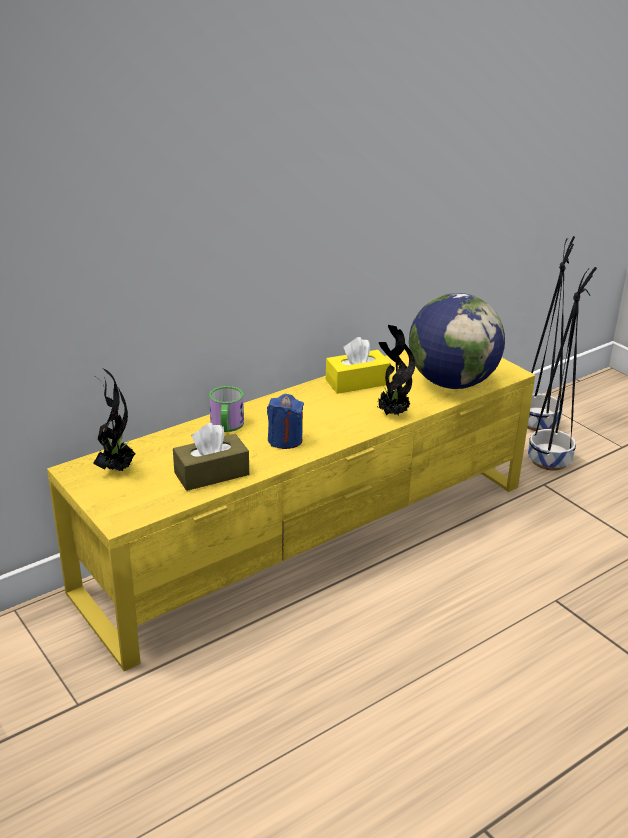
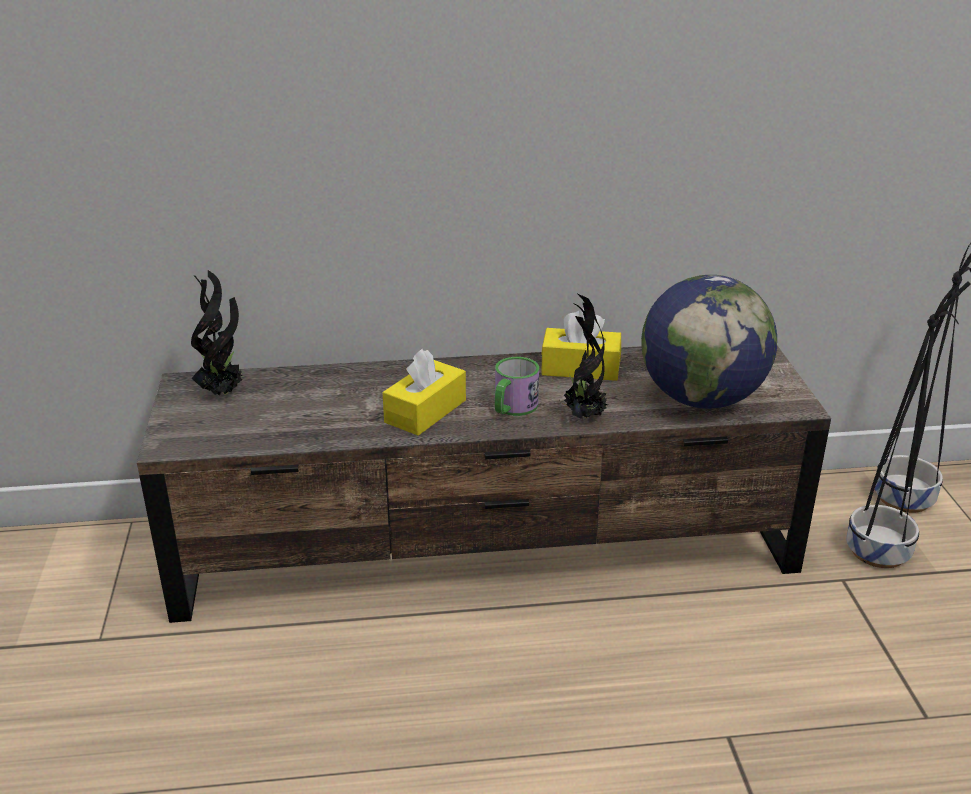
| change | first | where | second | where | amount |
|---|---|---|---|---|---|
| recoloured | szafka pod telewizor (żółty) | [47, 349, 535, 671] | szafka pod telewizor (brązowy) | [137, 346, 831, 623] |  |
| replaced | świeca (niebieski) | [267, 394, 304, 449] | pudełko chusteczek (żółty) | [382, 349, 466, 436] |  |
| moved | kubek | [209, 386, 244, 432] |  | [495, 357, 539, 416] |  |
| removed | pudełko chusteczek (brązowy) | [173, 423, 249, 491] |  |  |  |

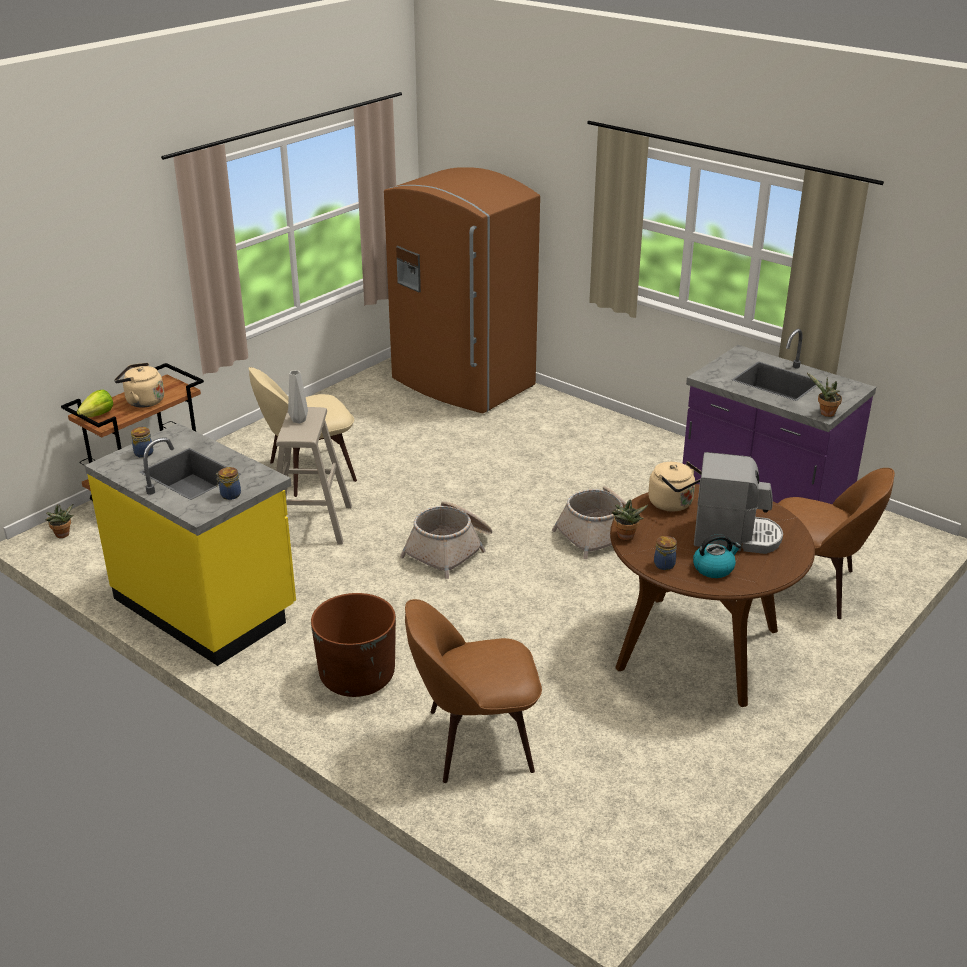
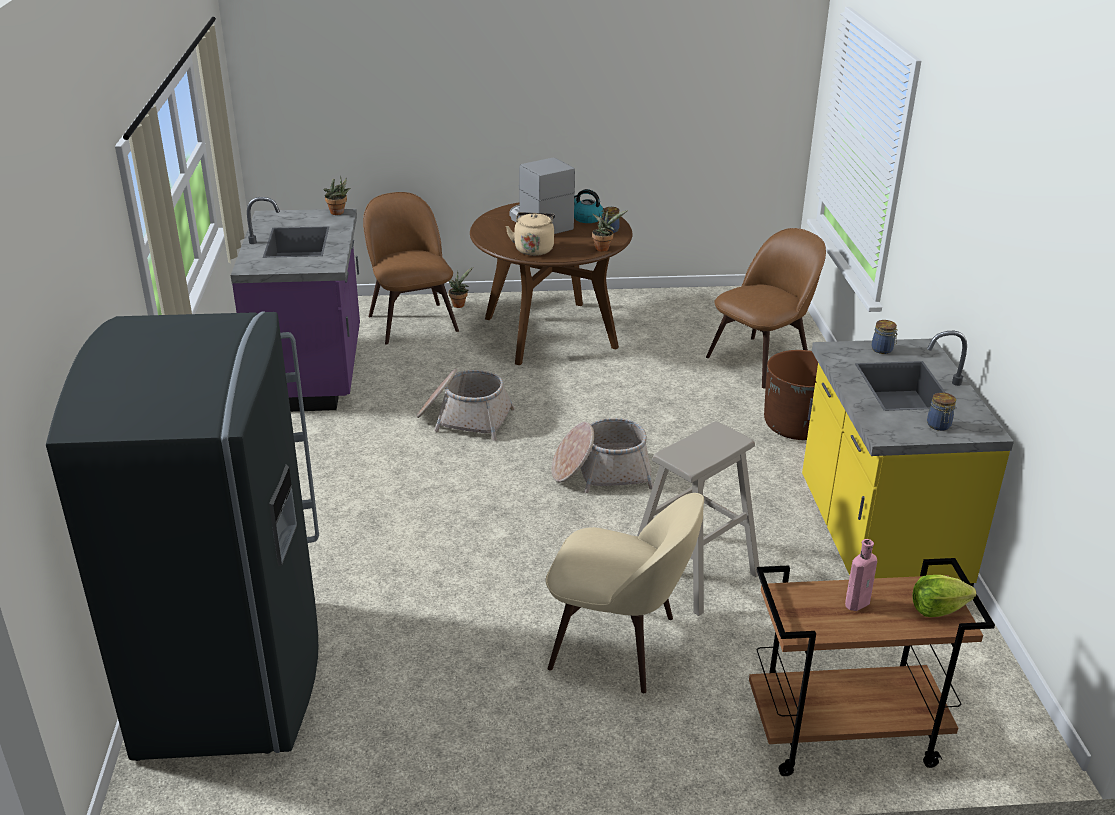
| change | first | where | second | where | amount |
|---|---|---|---|---|---|
| recoloured | lodówka (brązowy) | [384, 167, 540, 413] | lodówka (szary) | [46, 311, 319, 761] |  |
| moved | roślina doniczkowa | [45, 504, 74, 538] |  | [448, 267, 473, 308] |  |
| turned | krzesło (brązowy) | [405, 599, 542, 783] |  | [706, 228, 826, 388] | 75 degrees counterclockwise |
| replaced | czajnik (beżowy) | [114, 363, 164, 408] | butelka (różowy) | [845, 539, 877, 611] |  |
| removed | wazon (szary) | [288, 370, 308, 424] |  |  |  |

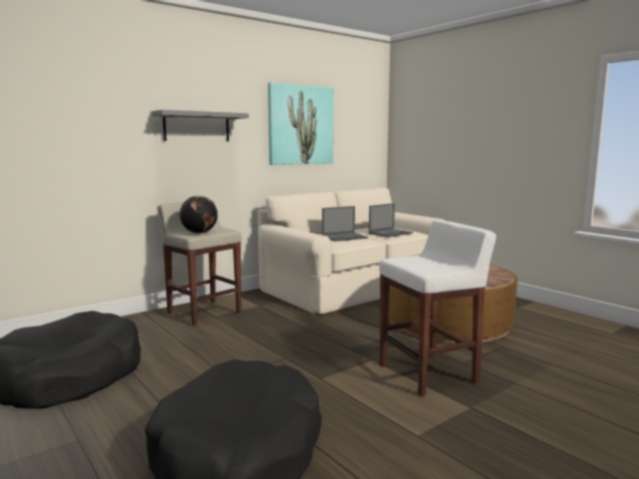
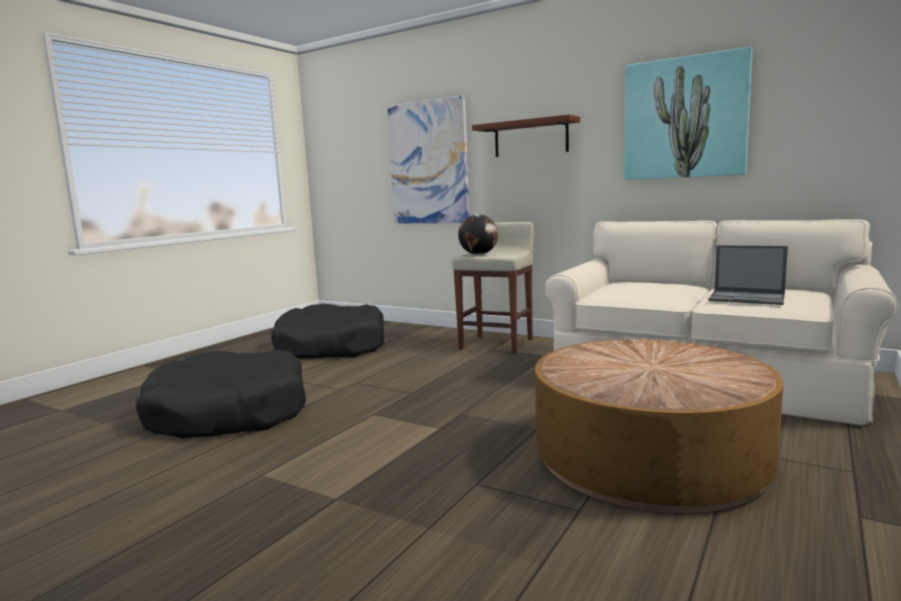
| change | first | where | second | where | amount |
|---|---|---|---|---|---|
| added |  |  | obraz | [388, 95, 469, 223] |  |
| recoloured | półka (szary) | [152, 110, 249, 141] | półka (brązowy) | [472, 114, 580, 157] |  |
| removed | laptop | [322, 206, 368, 241] |  |  |  |
| removed | stołek (biały) | [379, 220, 496, 396] |  |  |  |

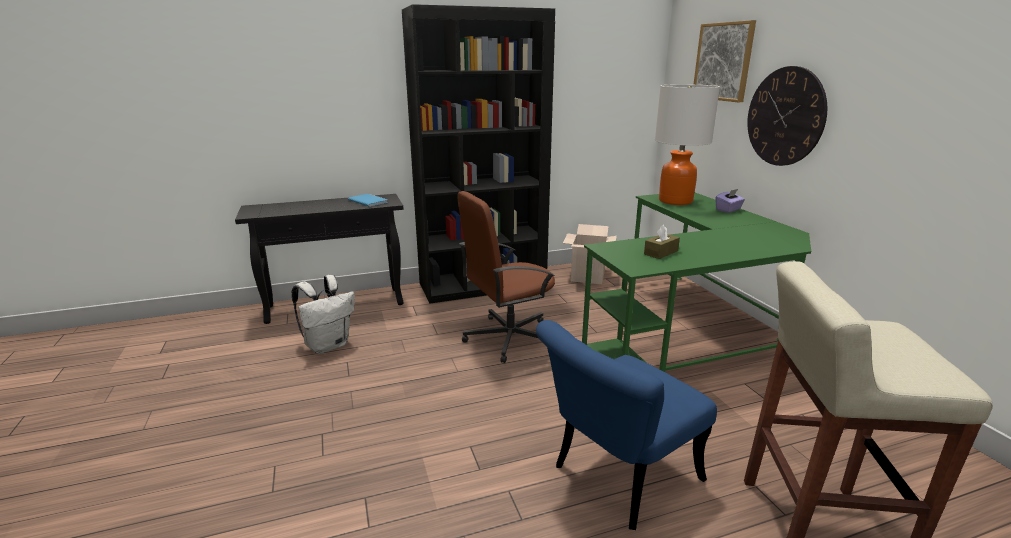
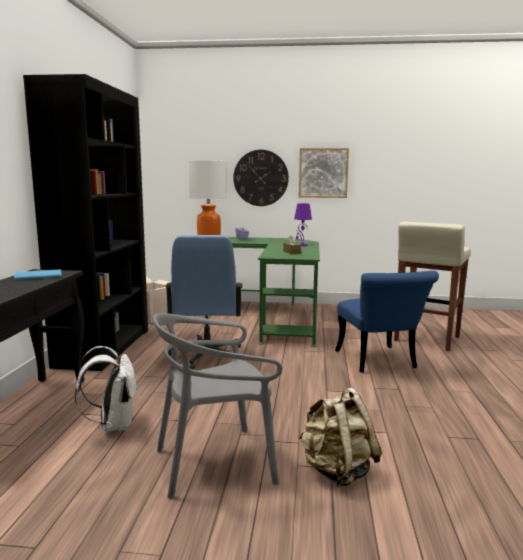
| change | first | where | second | where | amount |
|---|---|---|---|---|---|
| added |  |  | krzesło (szary) | [153, 313, 283, 499] |  |
| recoloured | krzesło biurowe (brązowy) | [457, 191, 555, 363] | krzesło biurowe (niebieski) | [165, 235, 242, 370] |  |
| added |  |  | lampa stołowa (fioletowy) | [294, 204, 312, 246] |  |
| moved | obraz | [693, 20, 756, 103] |  | [299, 148, 349, 198] |  |
| added |  |  | plecak (beżowy) | [299, 388, 382, 487] |  |

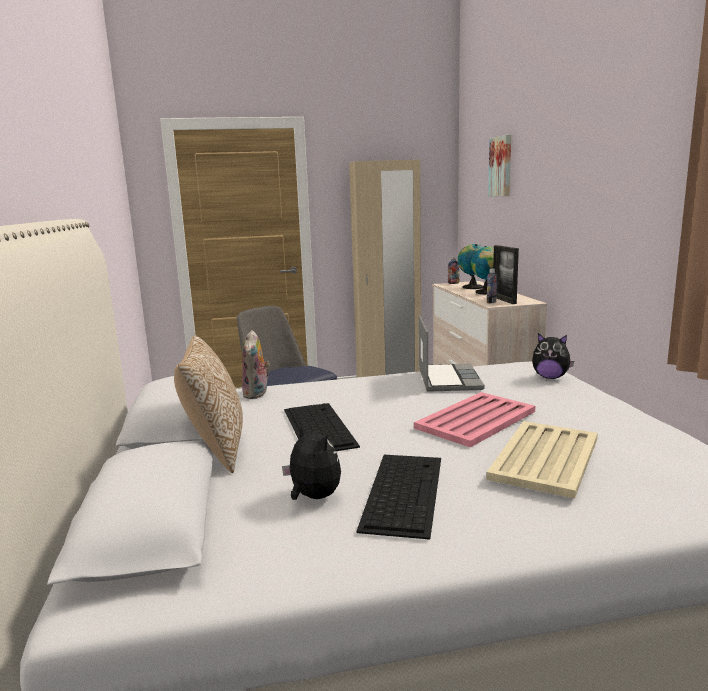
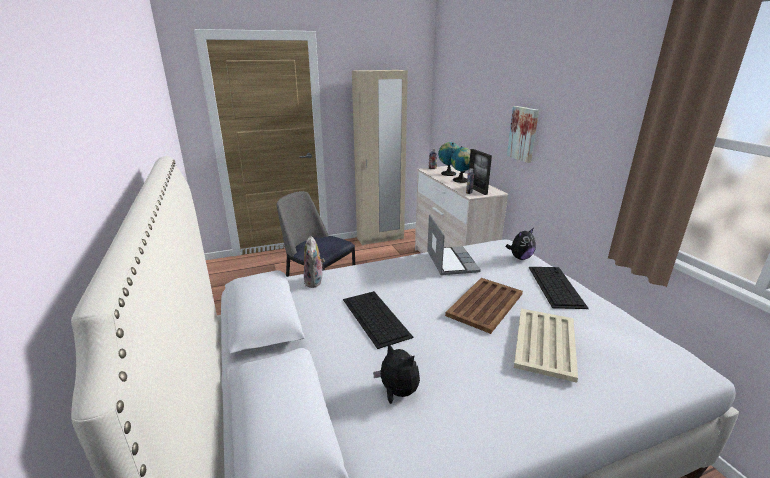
| change | first | where | second | where | amount |
|---|---|---|---|---|---|
| recoloured | taca (różowy) | [414, 392, 535, 447] | taca (brązowy) | [445, 278, 523, 334] |  |
| turned | pluszak | [532, 333, 574, 379] |  | [506, 229, 536, 260] | 45 degrees counterclockwise |
| moved | obraz | [488, 134, 511, 197] |  | [507, 106, 539, 163] |  |
| moved | klawiatura | [356, 455, 441, 540] |  | [529, 267, 589, 309] |  |
| removed | poduszka | [174, 336, 243, 473] |  |  |  |

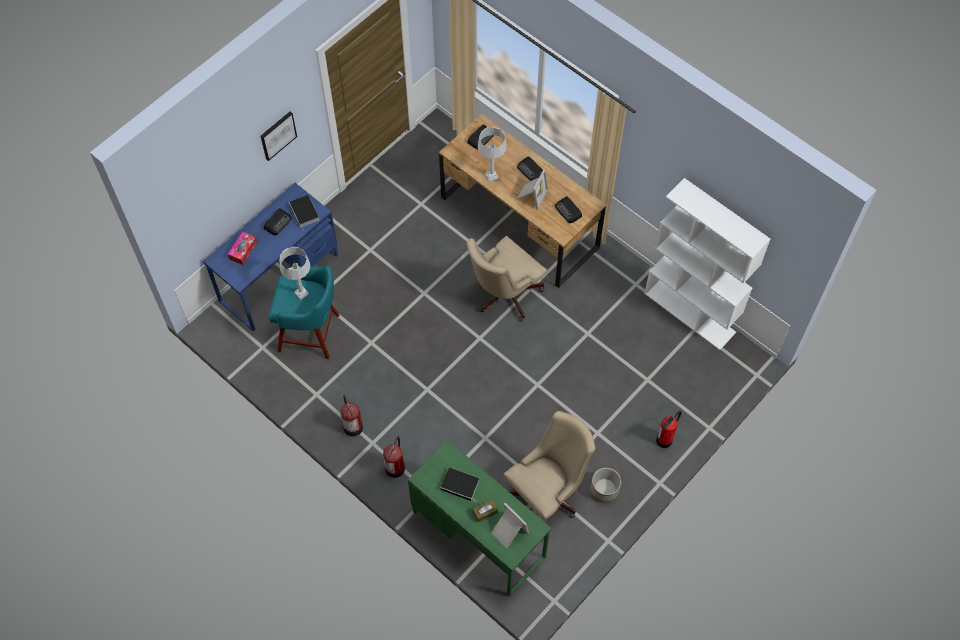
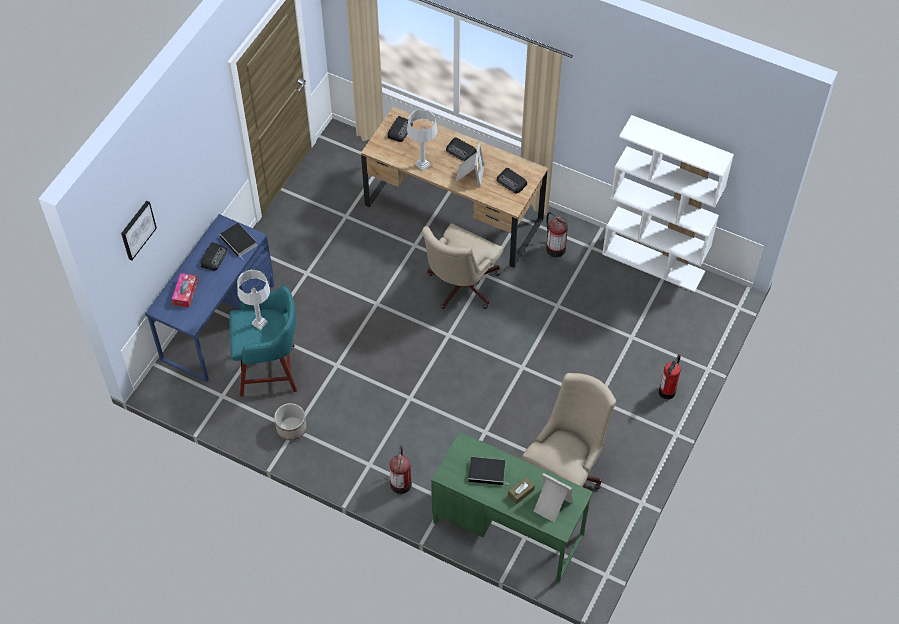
| change | first | where | second | where | amount |
|---|---|---|---|---|---|
| moved | obraz | [260, 112, 297, 161] |  | [121, 201, 157, 260] |  |
| moved | donica | [591, 468, 621, 502] |  | [274, 403, 307, 440] |  |
| moved | gaśnica | [340, 395, 363, 436] |  | [546, 212, 568, 257] |  |

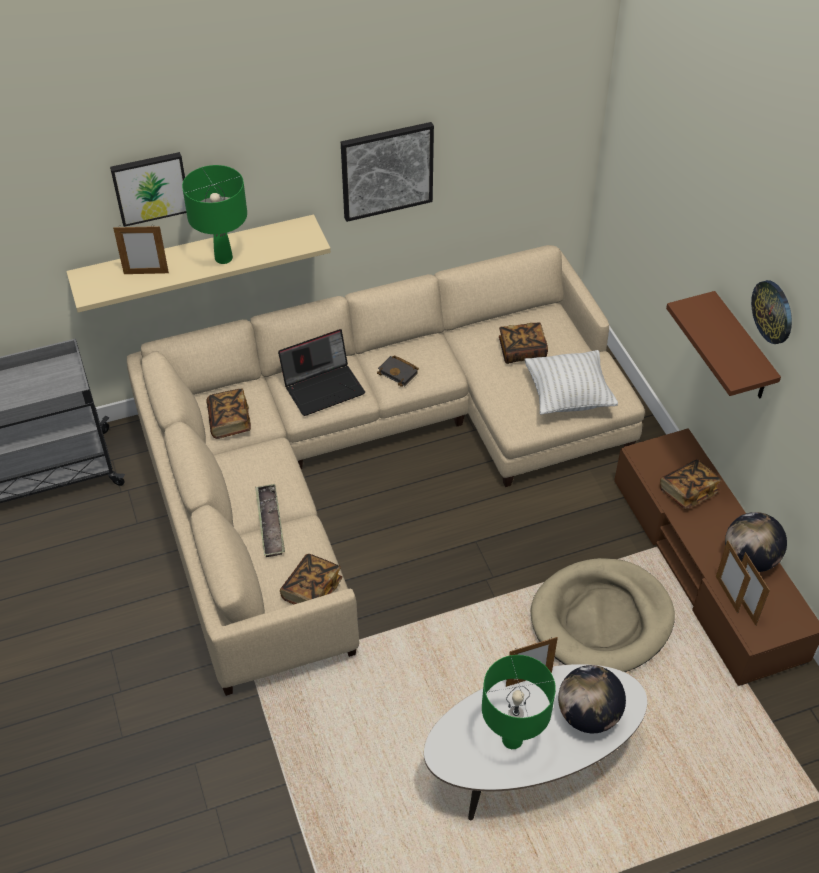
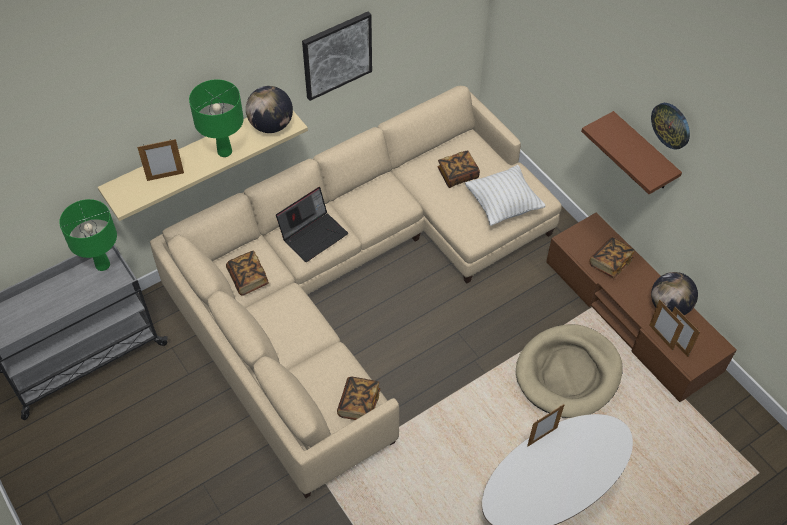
| change | first | where | second | where | amount |
|---|---|---|---|---|---|
| moved | lampa stołowa (zielony) | [482, 655, 556, 749] |  | [59, 199, 117, 271] |  |
| moved | globus | [558, 665, 626, 733] |  | [246, 86, 293, 133] |  |
| removed | obraz | [110, 152, 187, 227] |  |  |  |
| removed | taca | [255, 484, 285, 557] |  |  |  |
| removed | książka (czarny) | [377, 355, 419, 387] |  |  |  |

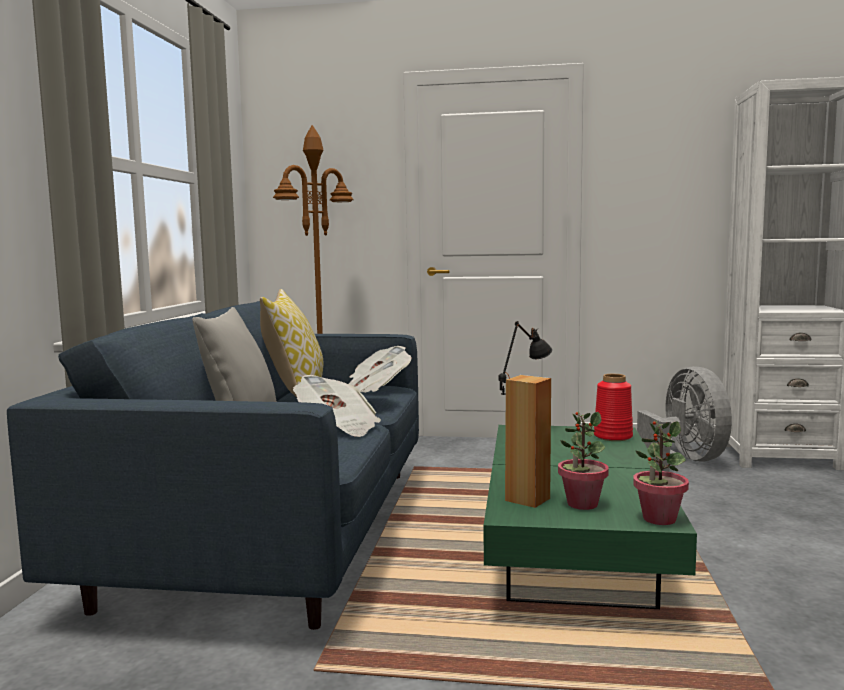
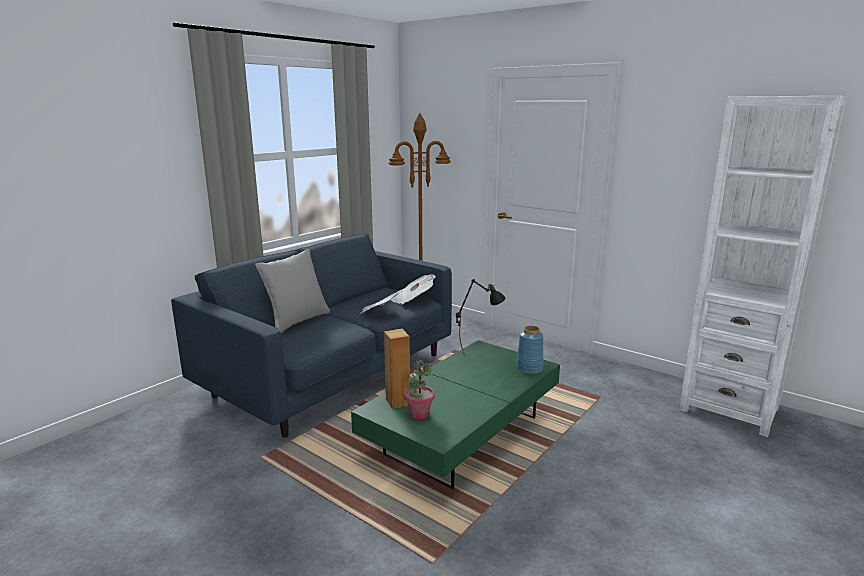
| change | first | where | second | where | amount |
|---|---|---|---|---|---|
| recoloured | wazon (czerwony) | [594, 374, 633, 441] | wazon (niebieski) | [516, 325, 543, 374] |  |
| removed | poduszka | [260, 289, 323, 397] |  |  |  |
| removed | gazeta | [293, 375, 381, 437] |  |  |  |
| removed | roślina doniczkowa | [633, 421, 689, 525] |  |  |  |
| removed | wentylator (szary) | [637, 366, 732, 472] |  |  |  |

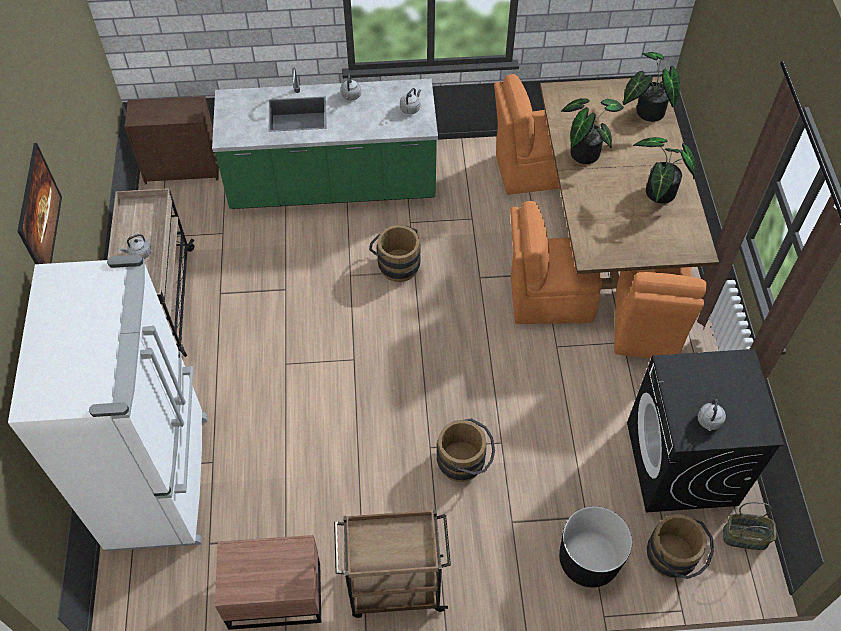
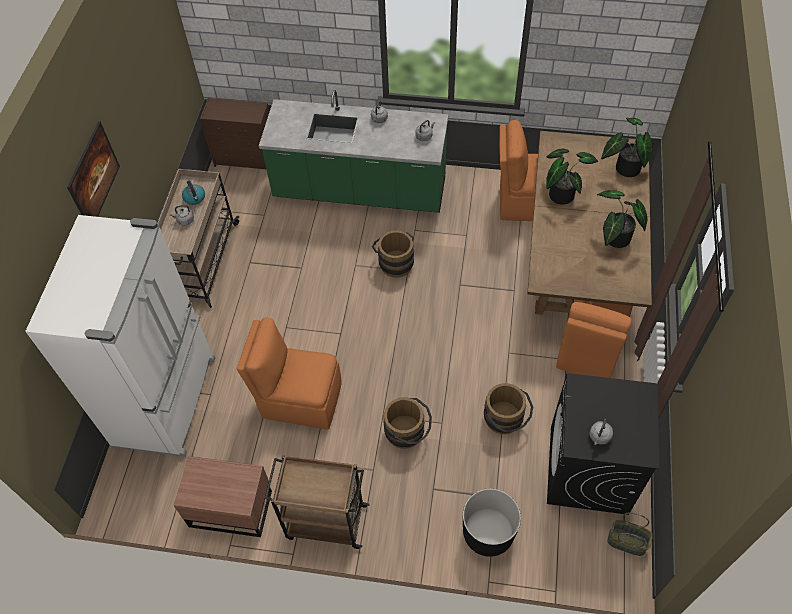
| change | first | where | second | where | amount |
|---|---|---|---|---|---|
| added |  |  | czajnik | [182, 180, 205, 205] |  |
| moved | krzesło (pomarańczowy) | [510, 201, 602, 324] |  | [237, 317, 341, 430] |  |
| moved | wiadro (brązowy) | [647, 514, 714, 579] |  | [484, 383, 533, 434] |  |

